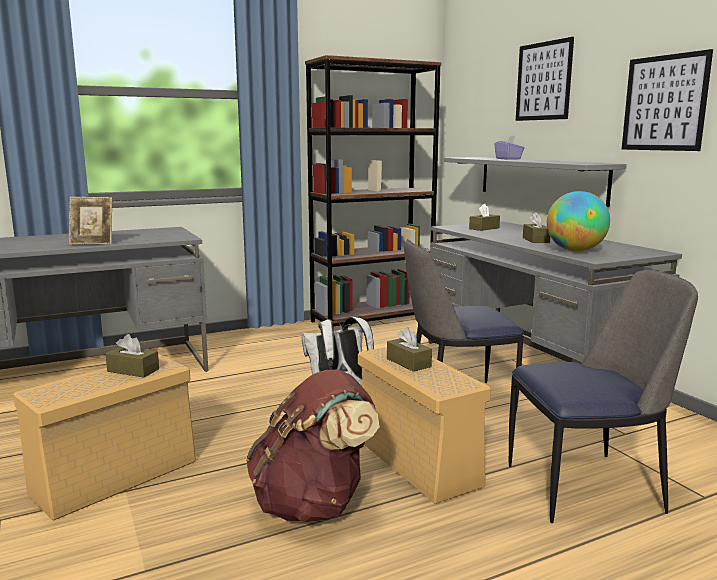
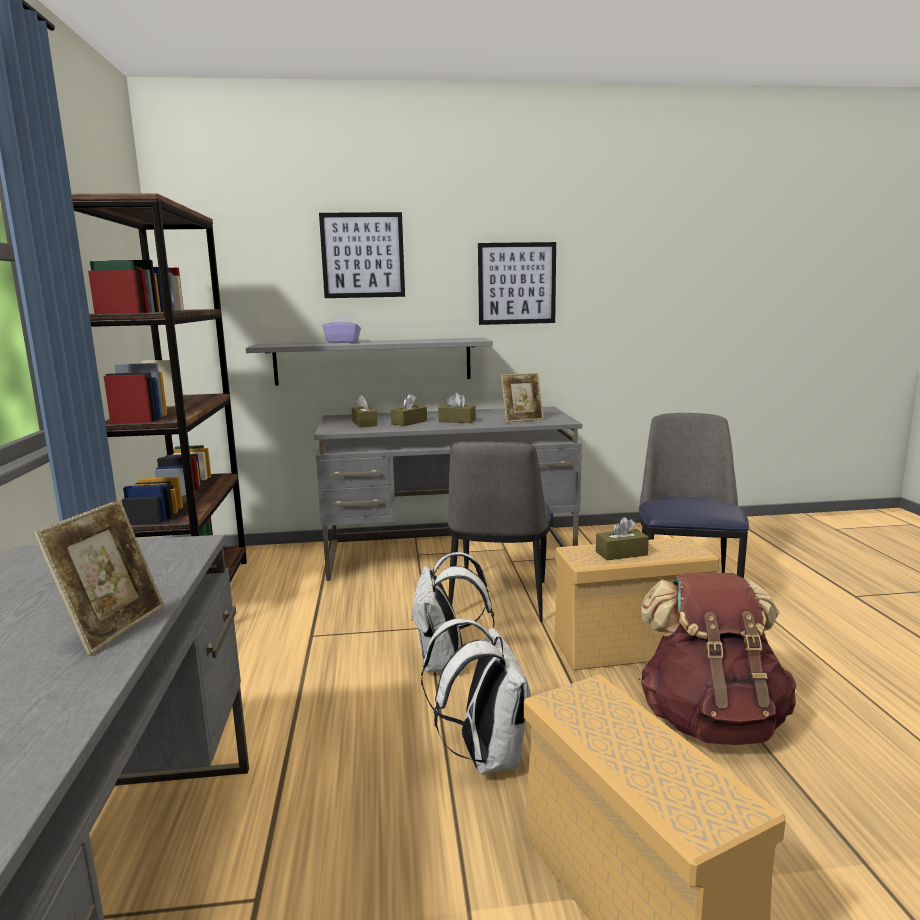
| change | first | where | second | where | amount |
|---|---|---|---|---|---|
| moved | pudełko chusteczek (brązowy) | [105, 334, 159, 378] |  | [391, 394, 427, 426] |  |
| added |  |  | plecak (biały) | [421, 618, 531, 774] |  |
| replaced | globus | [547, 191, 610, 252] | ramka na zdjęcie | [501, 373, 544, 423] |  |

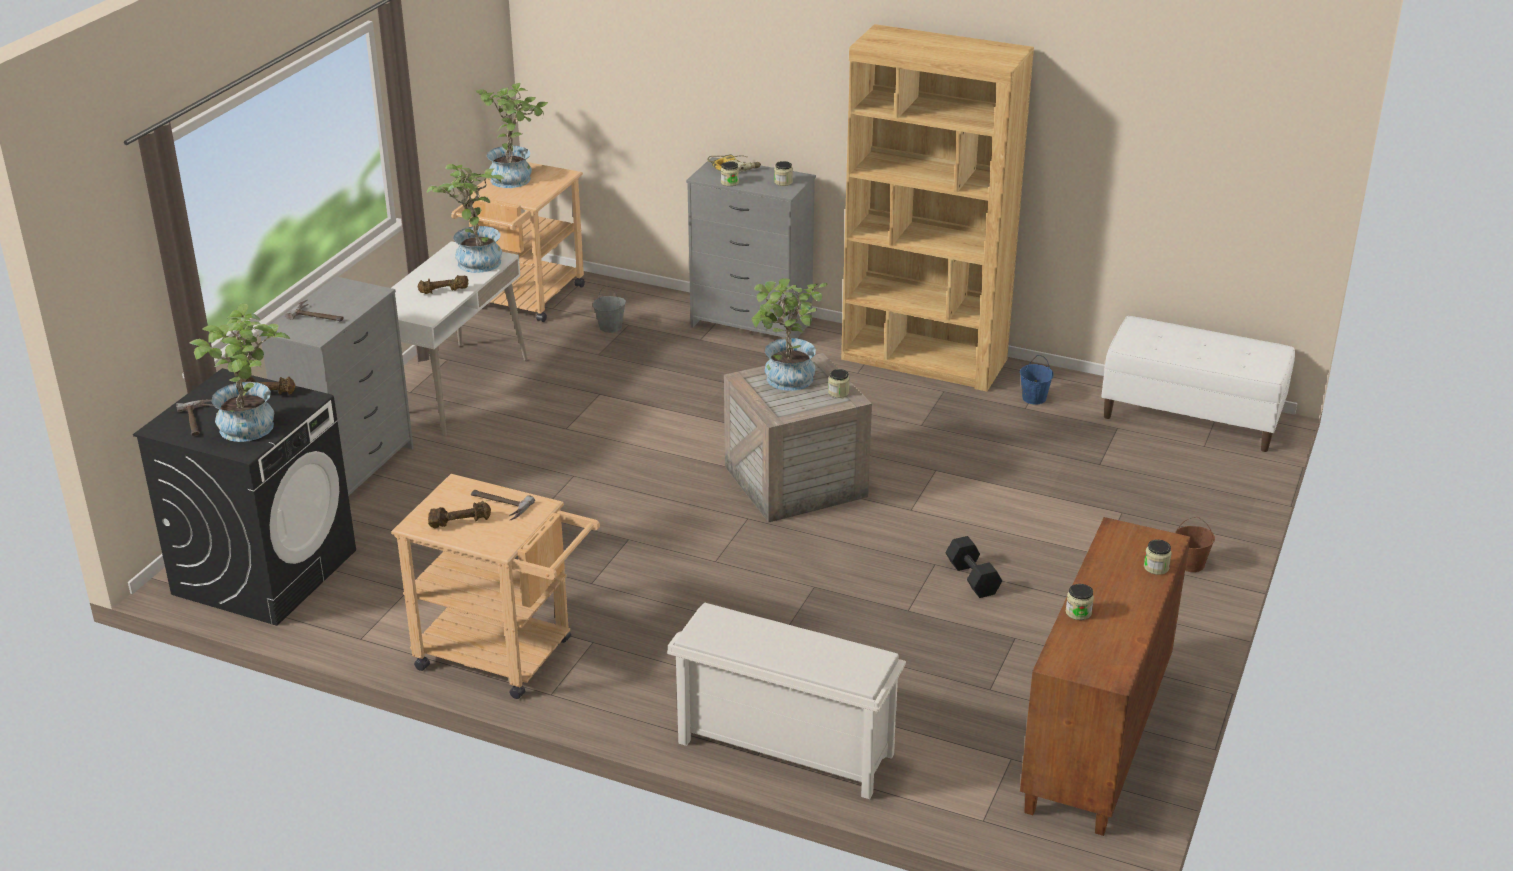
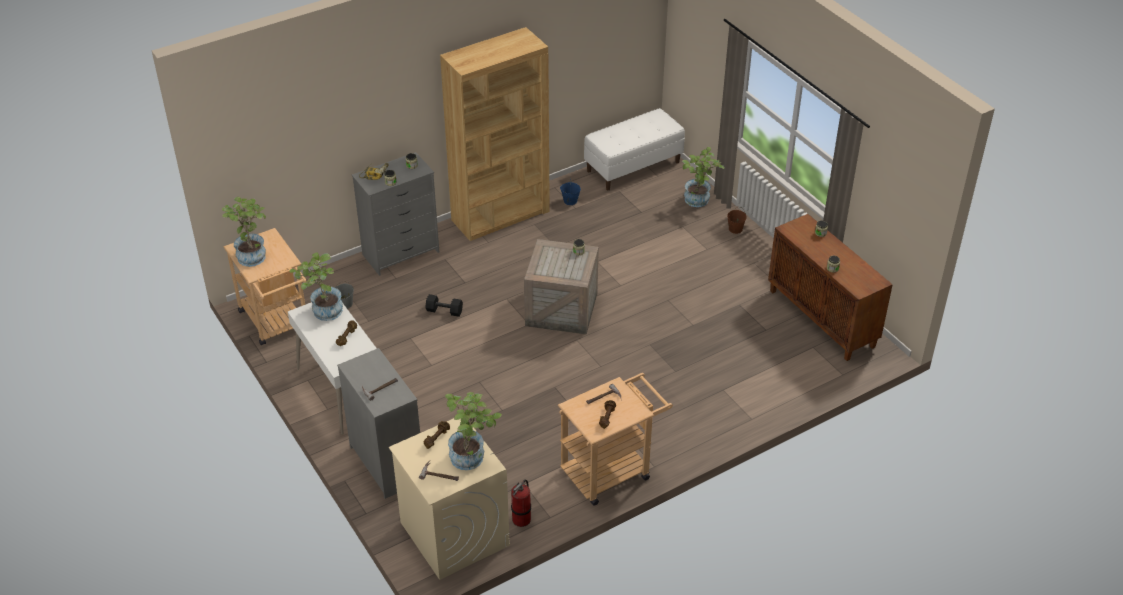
| change | first | where | second | where | amount |
|---|---|---|---|---|---|
| recoloured | pralka (czarny) | [133, 368, 356, 626] | pralka (beżowy) | [389, 418, 510, 580] |  |
| moved | hantel (czarny) | [946, 536, 1002, 598] |  | [425, 294, 463, 317] |  |
| added |  |  | gaśnica | [511, 480, 531, 527] |  |
| moved | roślina doniczkowa | [752, 278, 827, 391] |  | [682, 147, 724, 207] |  |
| removed | regał na buty (biały) | [667, 603, 906, 799] |  |  |  |

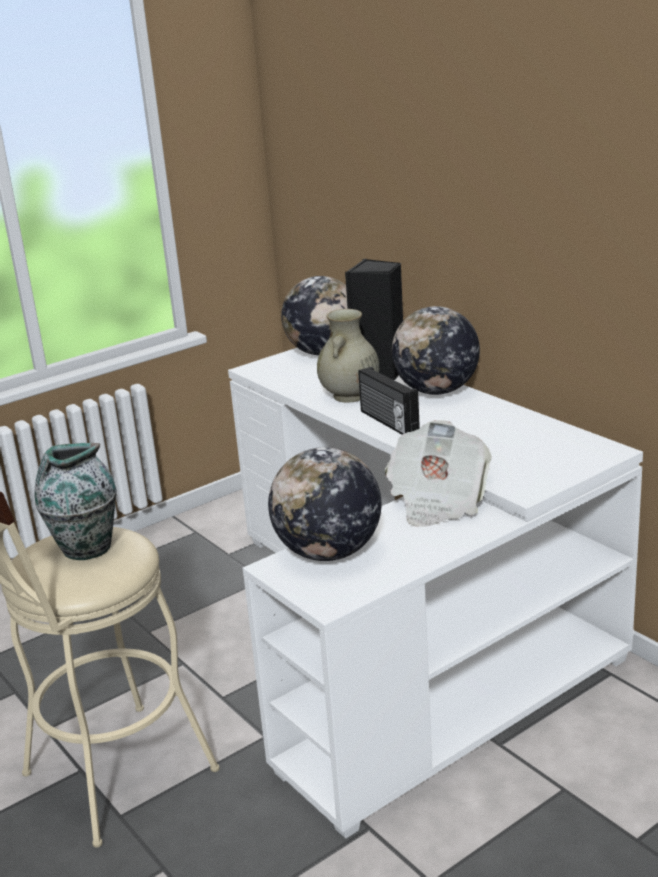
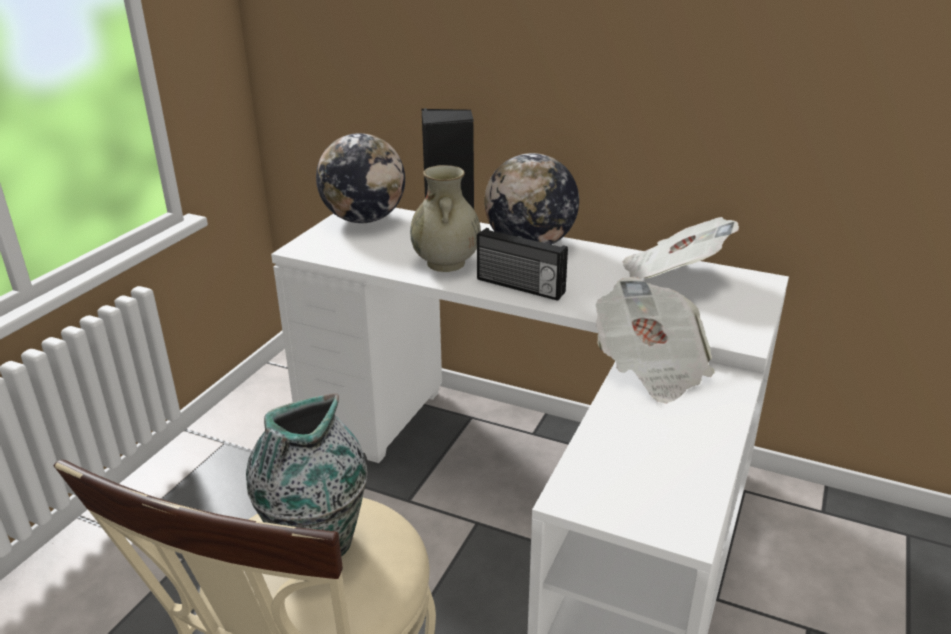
| change | first | where | second | where | amount |
|---|---|---|---|---|---|
| added |  |  | gazeta | [622, 217, 739, 279] |  |
| removed | globus | [268, 447, 381, 561] |  |  |  |

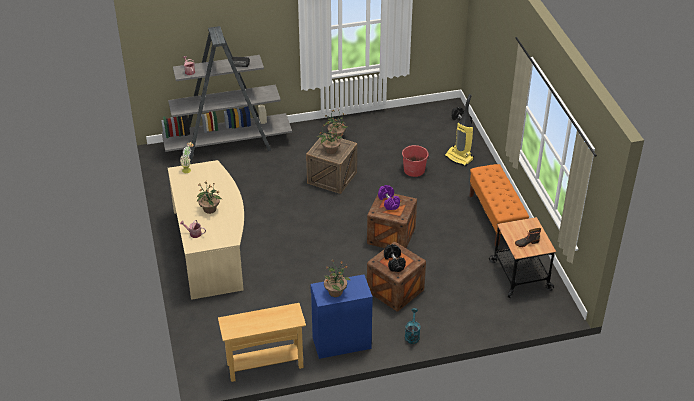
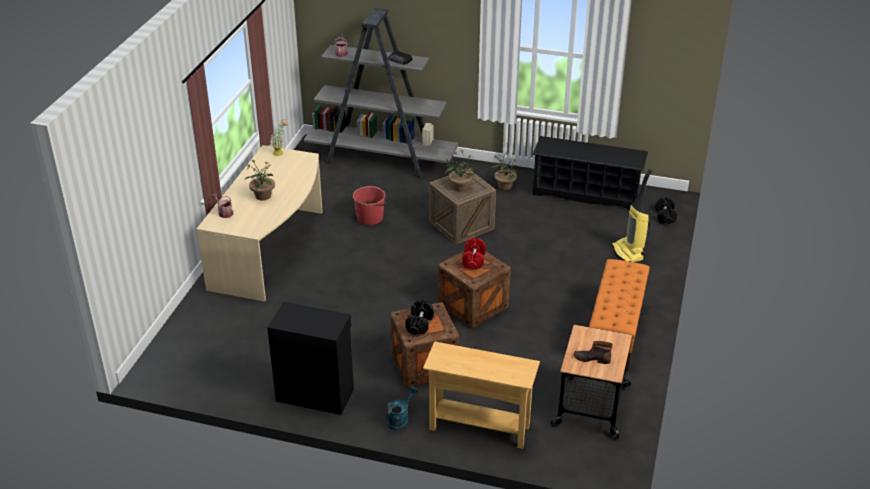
| change | first | where | second | where | amount |
|---|---|---|---|---|---|
| recoloured | szafka (niebieski) | [310, 274, 373, 359] | szafka (czarny) | [267, 302, 354, 415] |  |
| moved | wiadro (czerwony) | [402, 145, 429, 177] |  | [353, 186, 386, 225] |  |
| moved | stolik konsolowy (beżowy) | [218, 303, 306, 382] |  | [423, 341, 540, 449] |  |
| recoloured | hantel (fioletowy) | [378, 185, 400, 210] | hantel (czerwony) | [462, 238, 486, 269] |  |
| added |  |  | regał na buty (czarny) | [533, 136, 648, 210] |  |
| removed | roślina doniczkowa | [324, 259, 350, 297] |  |  |  |

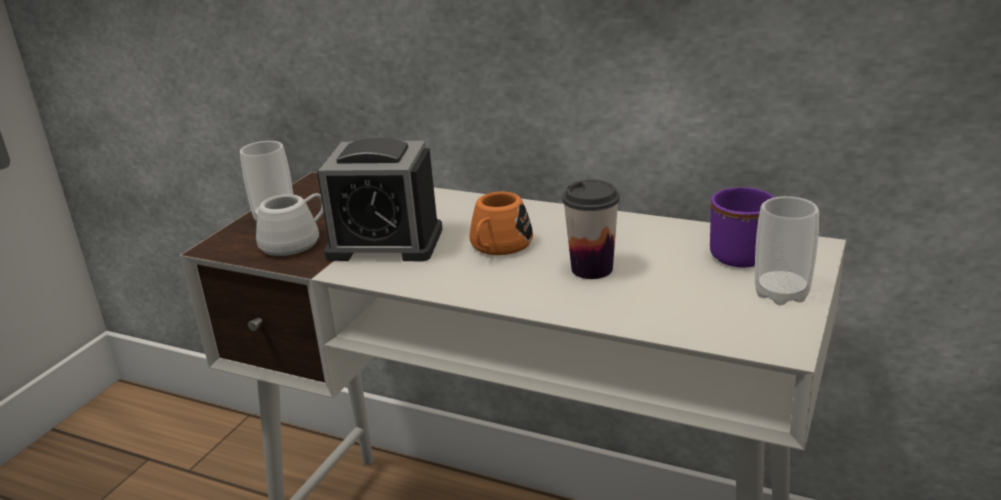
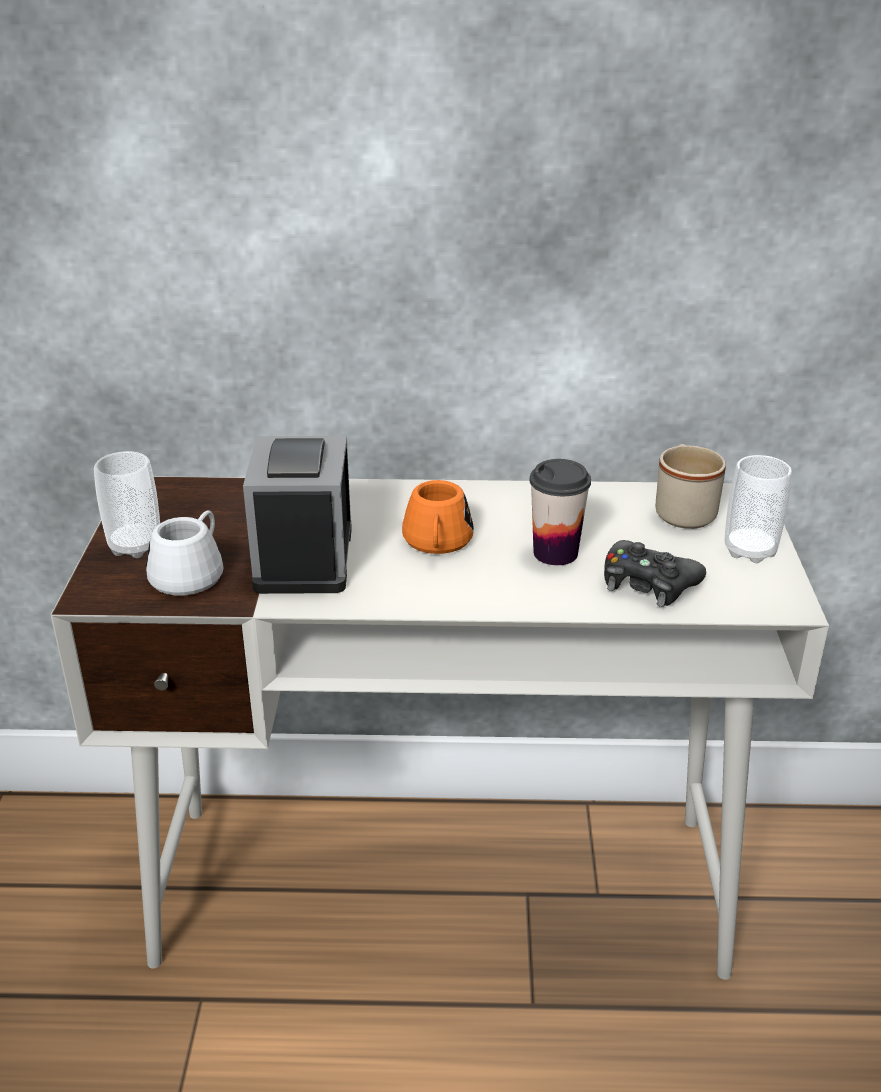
| change | first | where | second | where | amount |
|---|---|---|---|---|---|
| turned | budzik | [317, 138, 443, 261] |  | [243, 436, 352, 594] | 105 degrees clockwise |
| added |  |  | pad do gier (czarny) | [604, 540, 706, 607] |  |
| recoloured | kubek (fioletowy) | [710, 187, 774, 268] | kubek (beżowy) | [656, 444, 726, 529] |  |

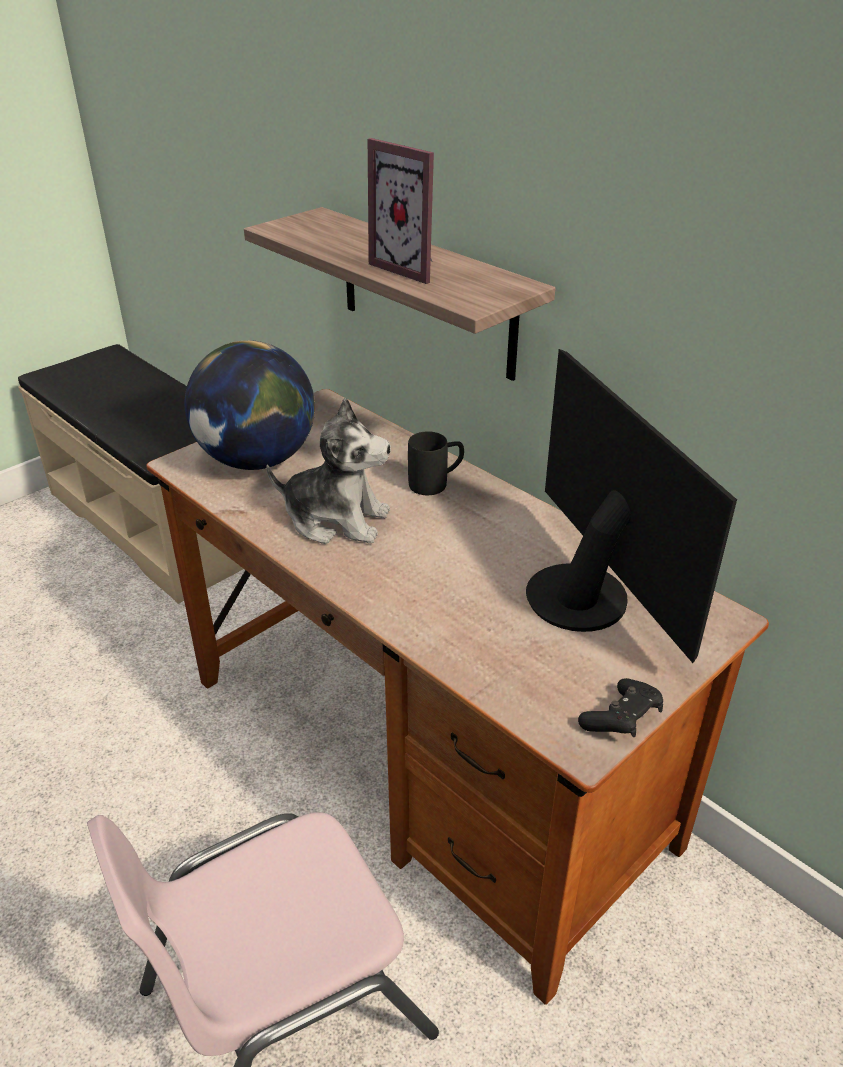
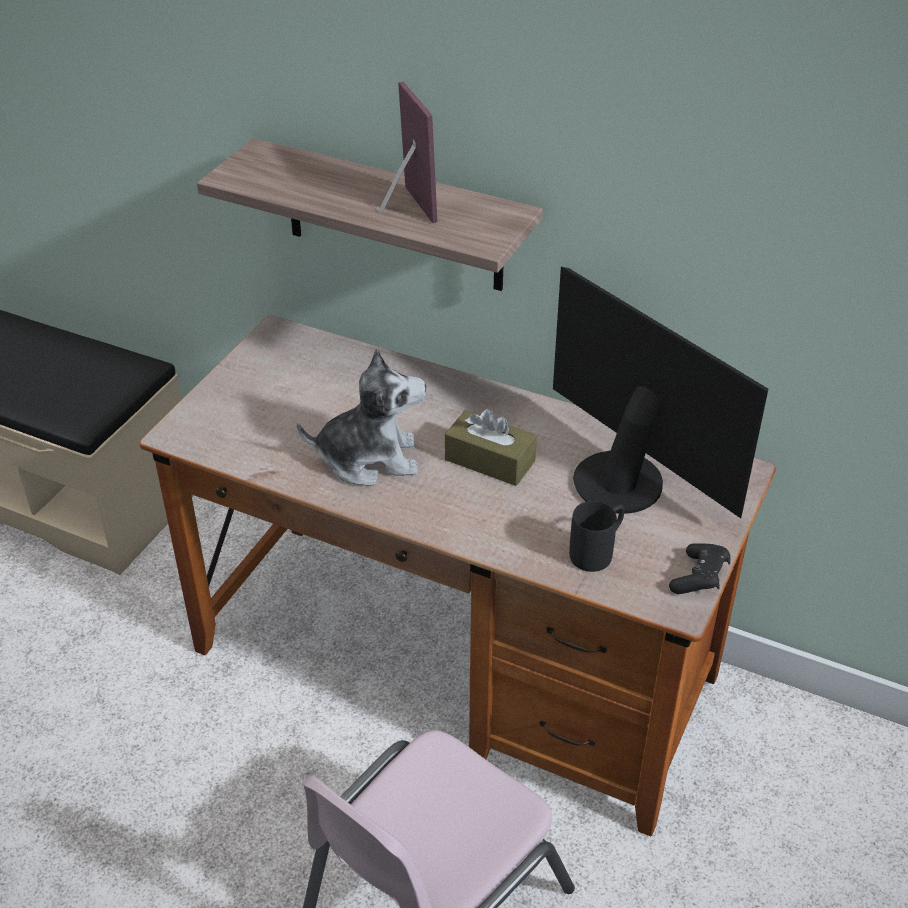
| change | first | where | second | where | amount |
|---|---|---|---|---|---|
| turned | ramka na zdjęcie | [368, 138, 434, 284] |  | [380, 82, 437, 223] | 135 degrees counterclockwise |
| added |  |  | pudełko chusteczek (brązowy) | [445, 409, 537, 486] |  |
| moved | kubek (czarny) | [408, 431, 464, 495] |  | [569, 501, 625, 572] |  |
| removed | globus | [185, 340, 315, 470] |  |  |  |

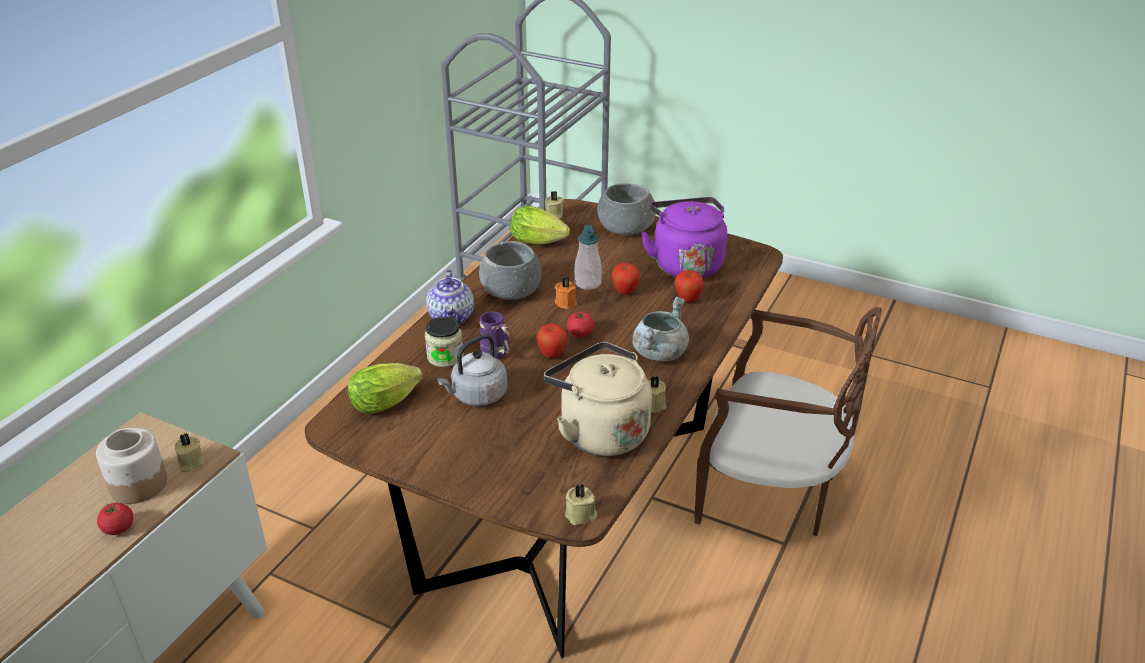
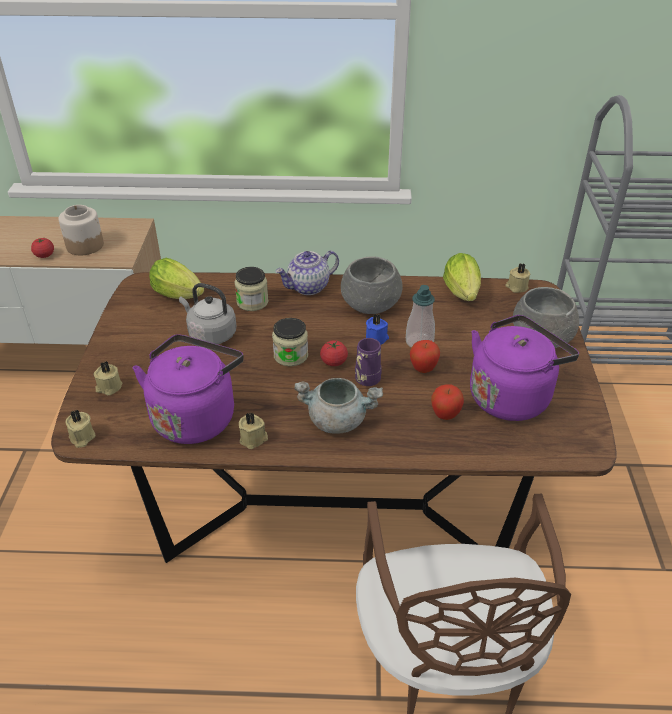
| change | first | where | second | where | amount |
|---|---|---|---|---|---|
| moved | świeca (beżowy) | [175, 433, 204, 472] |  | [93, 361, 122, 396] |  |
| recoloured | czajnik (beżowy) | [544, 342, 652, 456] | czajnik (fioletowy) | [133, 334, 244, 444] |  |
| replaced | jabłko | [537, 323, 568, 358] | słoik | [272, 318, 308, 366] |  |
| moved | kubek (fioletowy) | [480, 311, 509, 360] |  | [355, 338, 382, 386] |  |
| recoloured | świeca (pomarańczowy) | [555, 276, 577, 309] | świeca (niebieski) | [366, 314, 389, 345] |  |

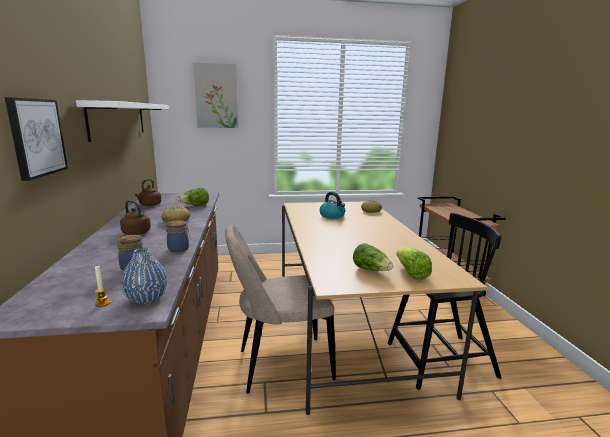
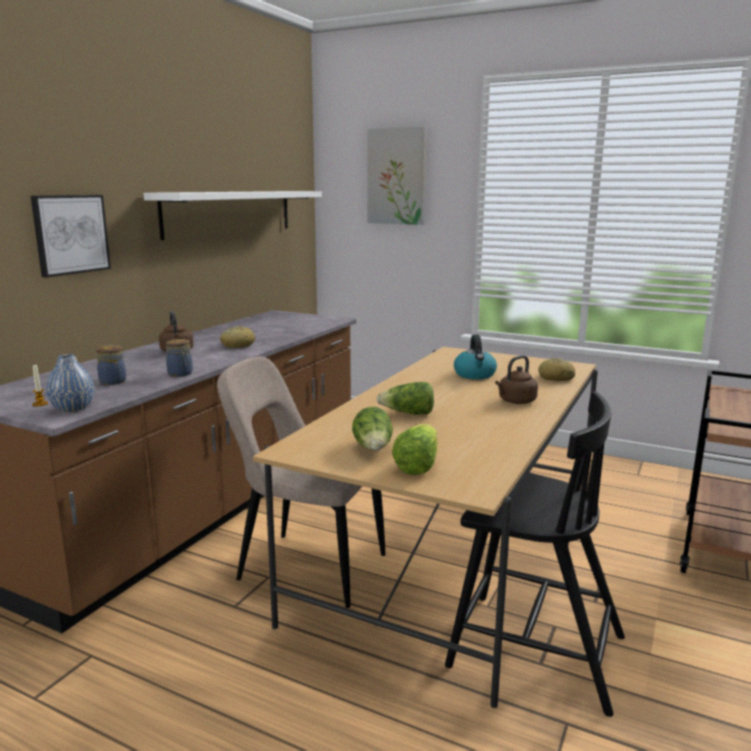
| change | first | where | second | where | amount |
|---|---|---|---|---|---|
| moved | sałata | [177, 187, 209, 205] |  | [376, 382, 434, 415] |  |
| moved | czajnik (brązowy) | [135, 179, 161, 206] |  | [495, 355, 538, 404] |  |

